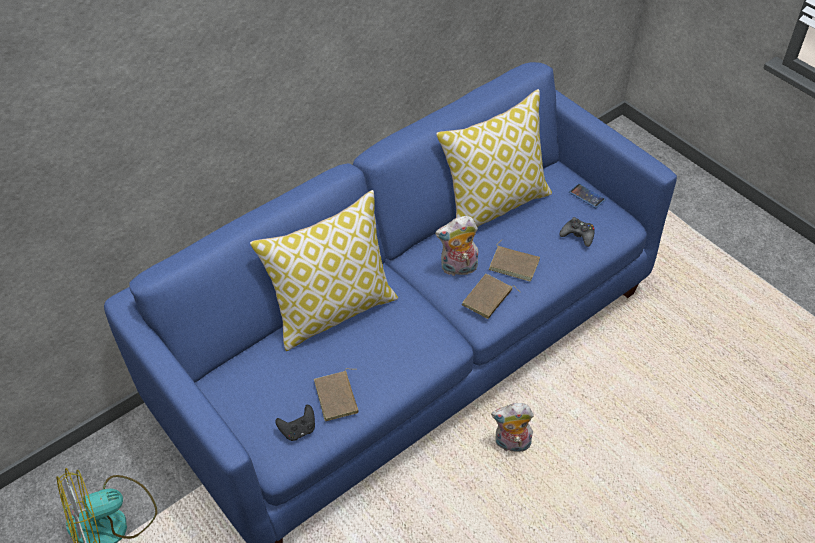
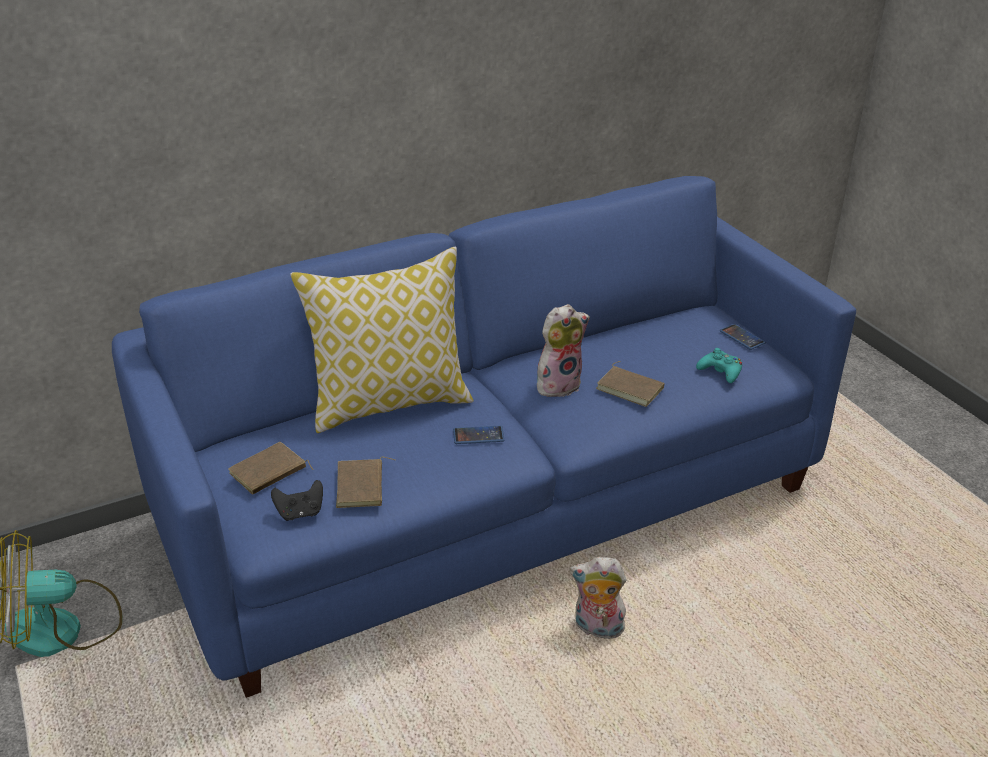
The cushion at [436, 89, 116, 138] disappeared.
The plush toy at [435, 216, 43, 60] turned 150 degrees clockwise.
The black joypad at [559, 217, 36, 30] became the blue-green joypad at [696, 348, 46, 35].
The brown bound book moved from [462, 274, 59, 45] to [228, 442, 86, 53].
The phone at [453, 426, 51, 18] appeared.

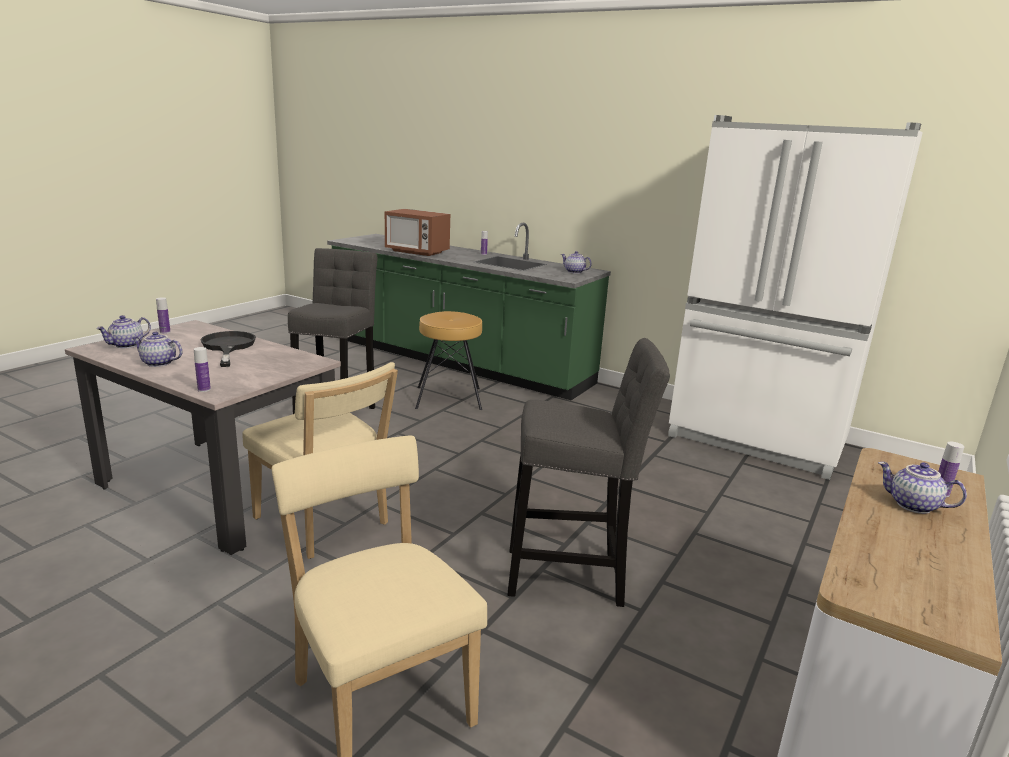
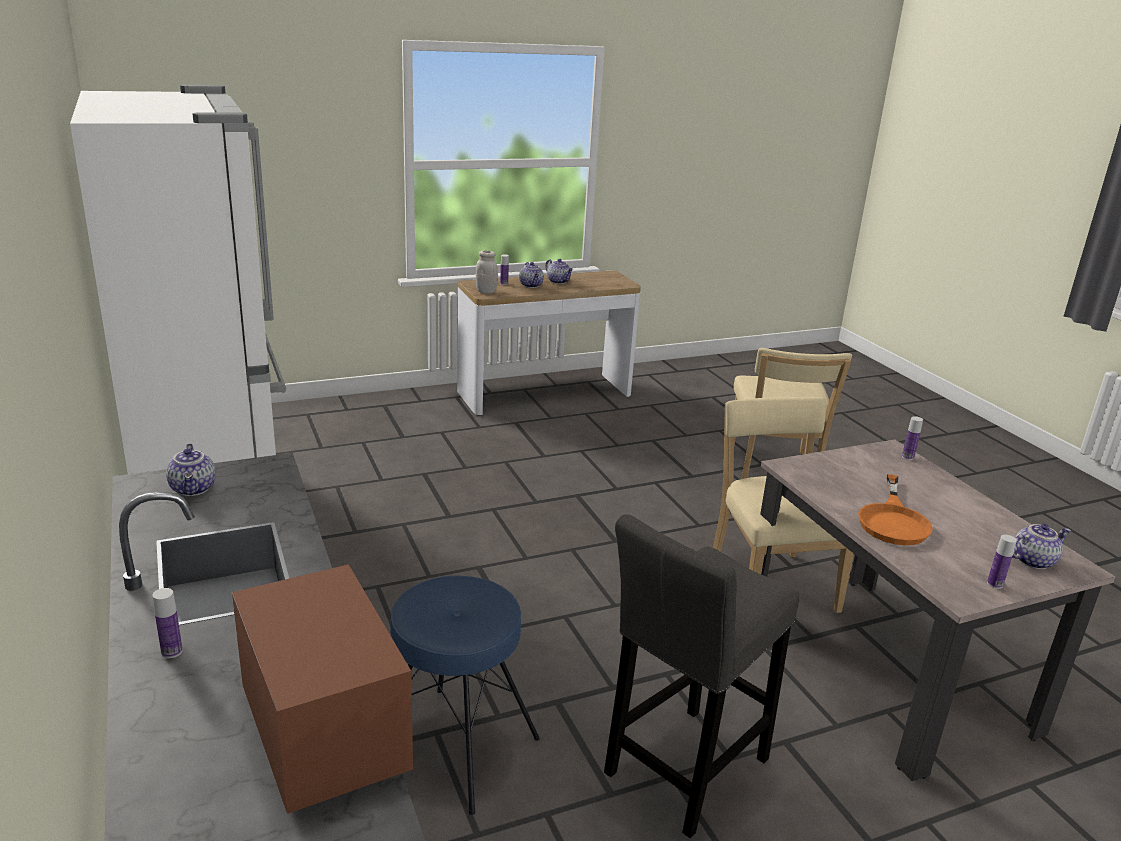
The brown stool at [415, 311, 67, 99] became the blue-coloured stool at [390, 576, 150, 239].
The tea pot moved from [131, 331, 51, 36] to [545, 259, 28, 25].
The black pan at [200, 331, 56, 36] became the orangey pan at [858, 474, 75, 71].
The greyish stool at [508, 338, 162, 269] disappeared.
The white preserve jar at [476, 250, 22, 44] appeared.

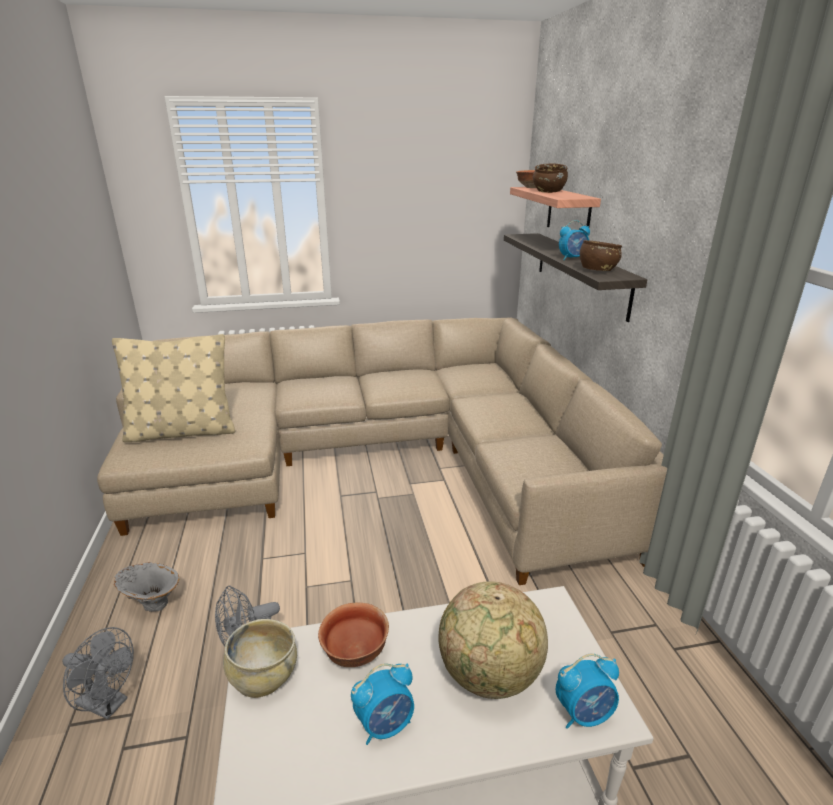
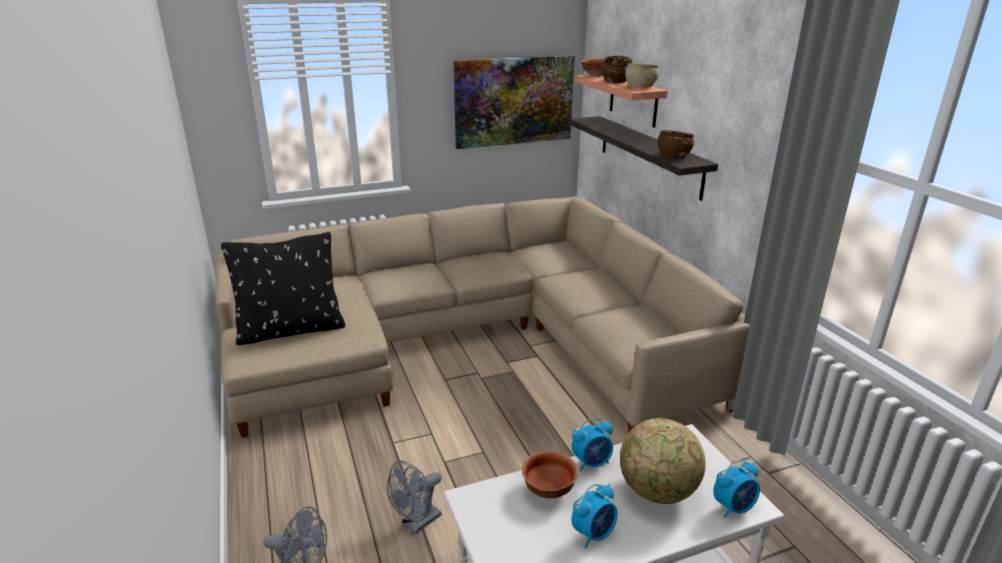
The table clock moved from [559, 220, 31, 40] to [572, 418, 41, 54].
The beige cushion at [112, 334, 123, 108] became the black cushion at [221, 232, 124, 113].
The greyish flower vase at [114, 562, 65, 50] disappeared.
The beige serving bowl moved from [223, 619, 74, 79] to [625, 63, 34, 24].
The wall picture at [453, 55, 122, 94] appeared.

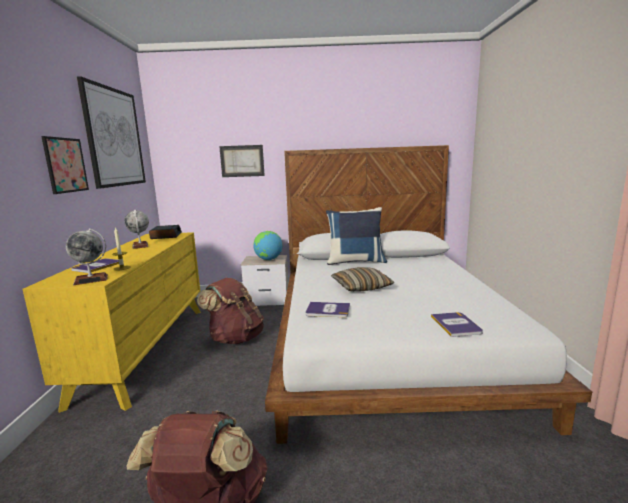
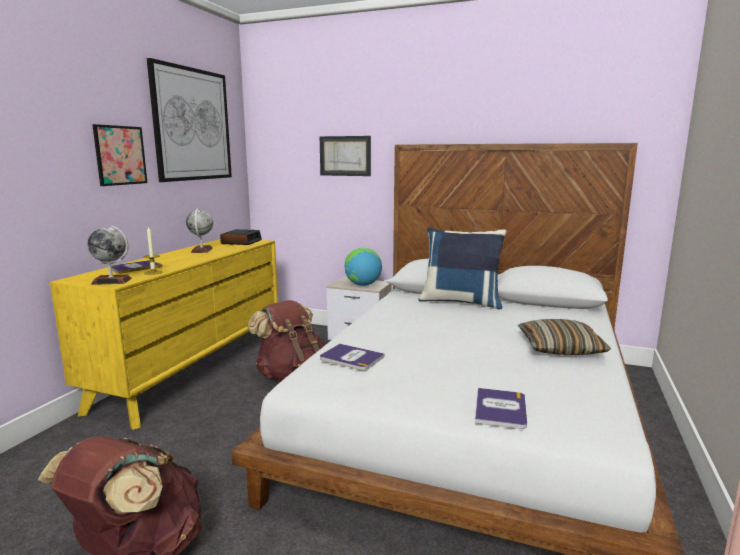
The cushion moved from [331, 267, 63, 25] to [518, 319, 93, 36].

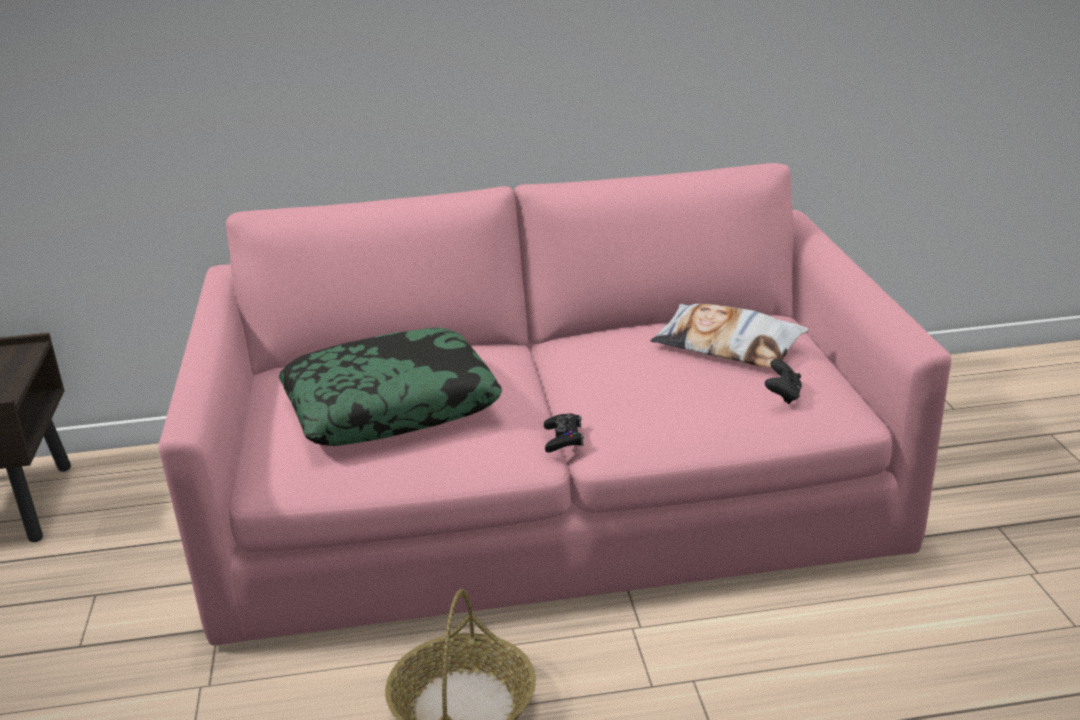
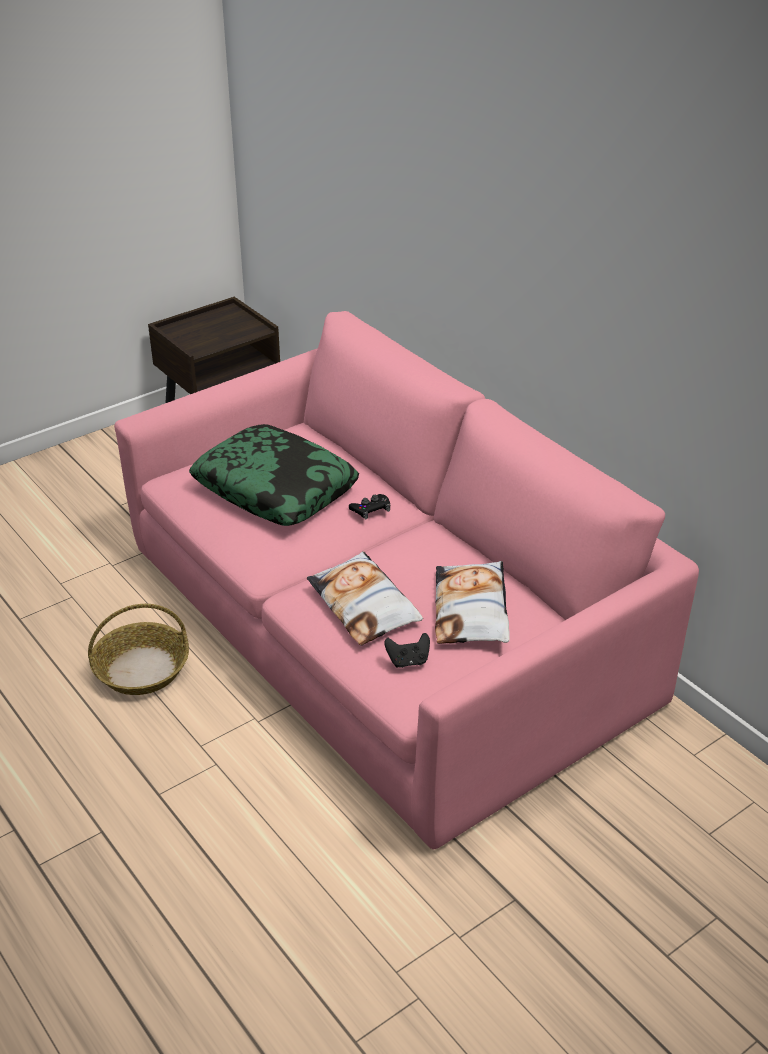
The black joypad moved from [544, 414, 40, 39] to [349, 494, 41, 25].
The cushion at [307, 551, 116, 95] appeared.

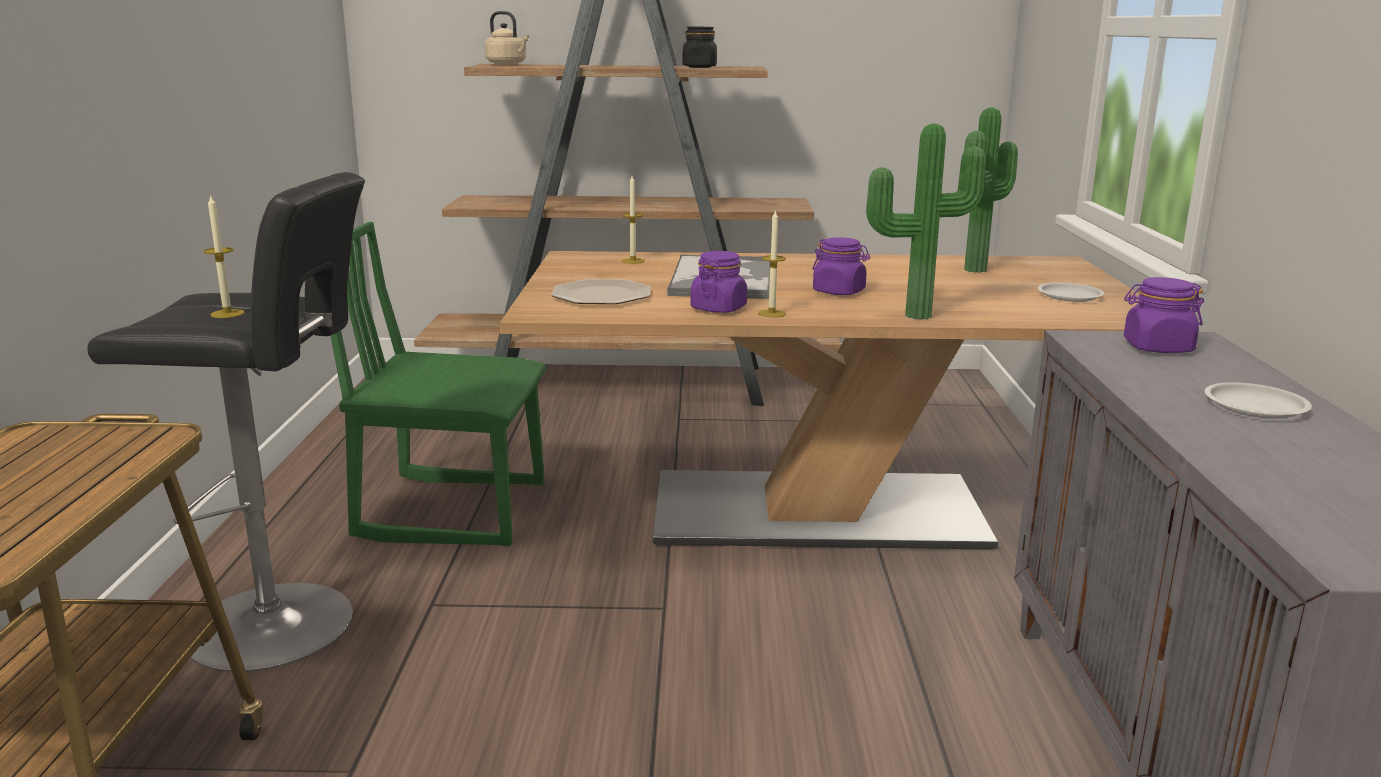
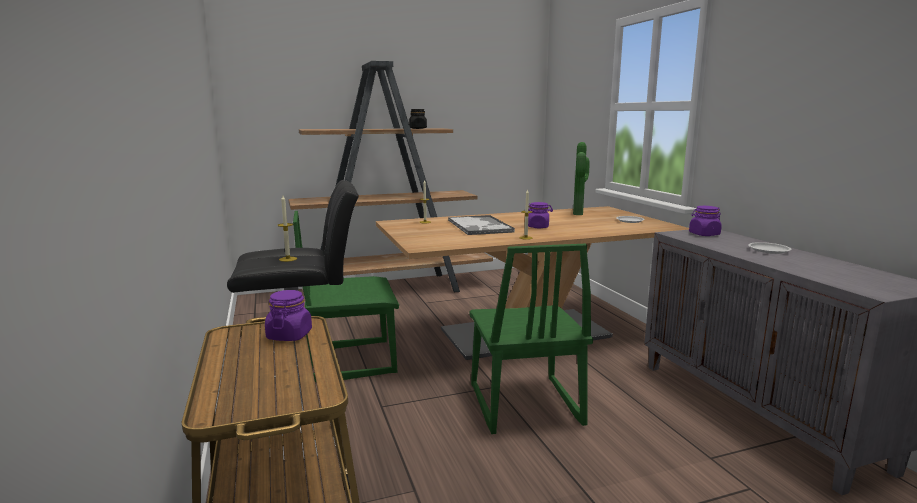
The beige tea kettle at [485, 11, 44, 54] disappeared.
The houseplant at [866, 124, 120, 196] disappeared.
The purple-coloured preserve jar moved from [691, 251, 56, 62] to [265, 290, 47, 51].
The flat dish at [551, 279, 100, 25] disappeared.
The green upright chair at [469, 244, 124, 190] appeared.

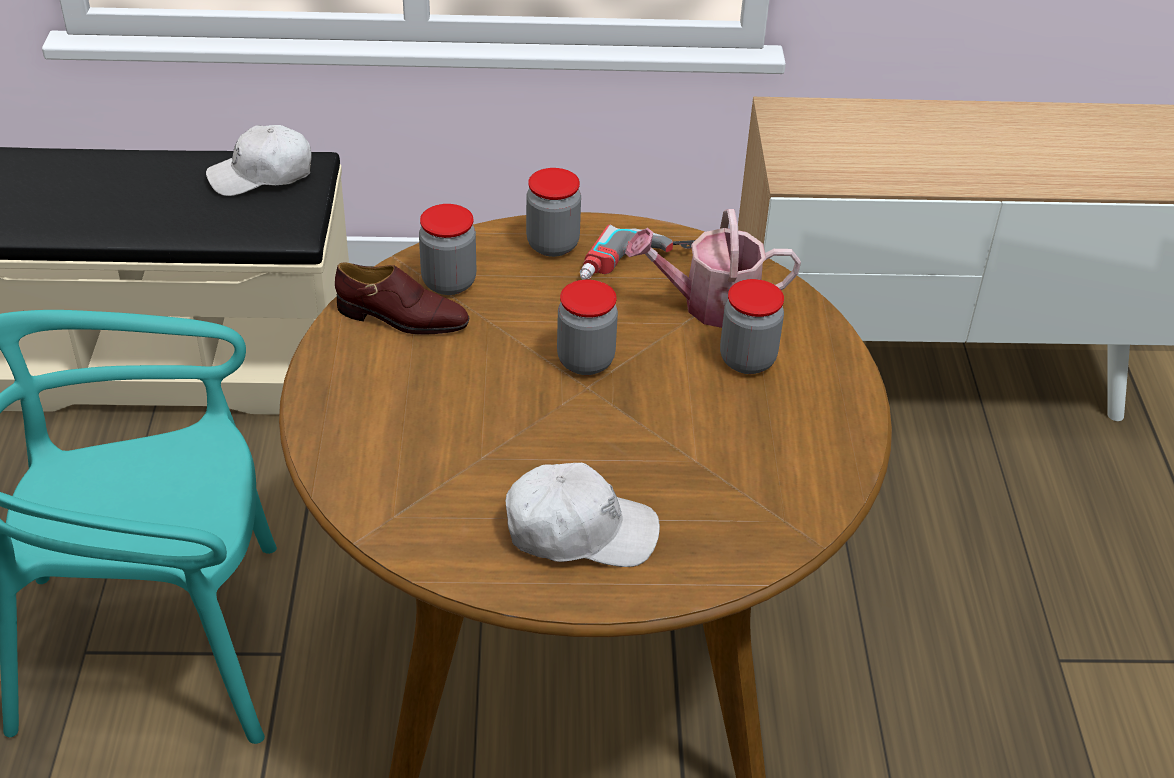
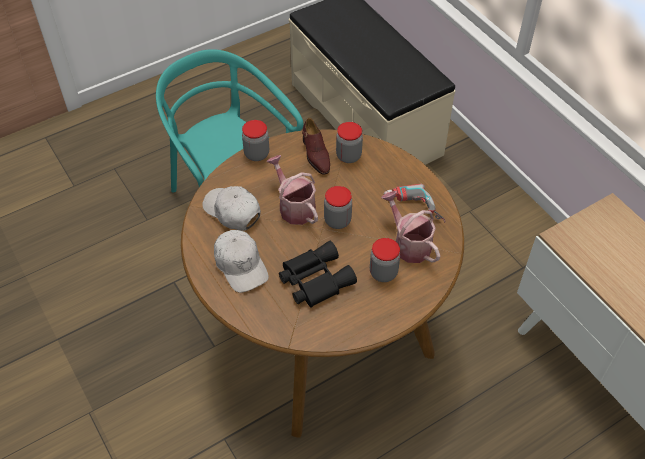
The white cap moved from [206, 125, 106, 71] to [202, 186, 59, 45].
The preserve jar moved from [526, 168, 55, 89] to [242, 120, 27, 41].
The watering pot at [267, 155, 51, 70] appeared.
The black binoculars at [279, 241, 78, 67] appeared.

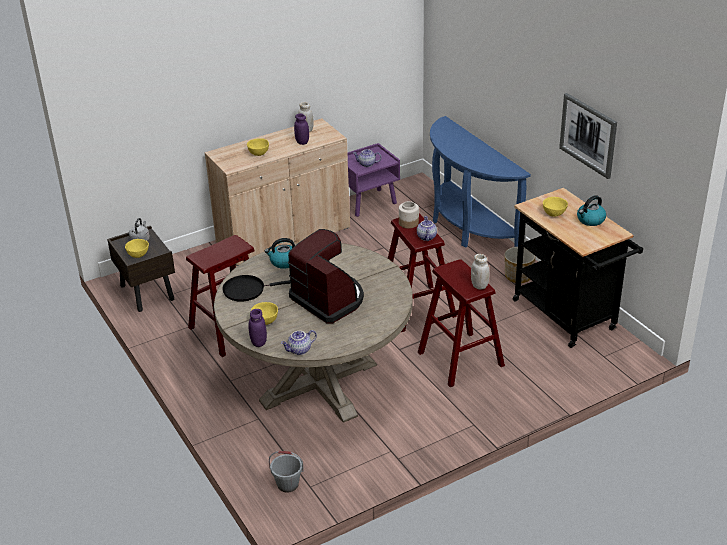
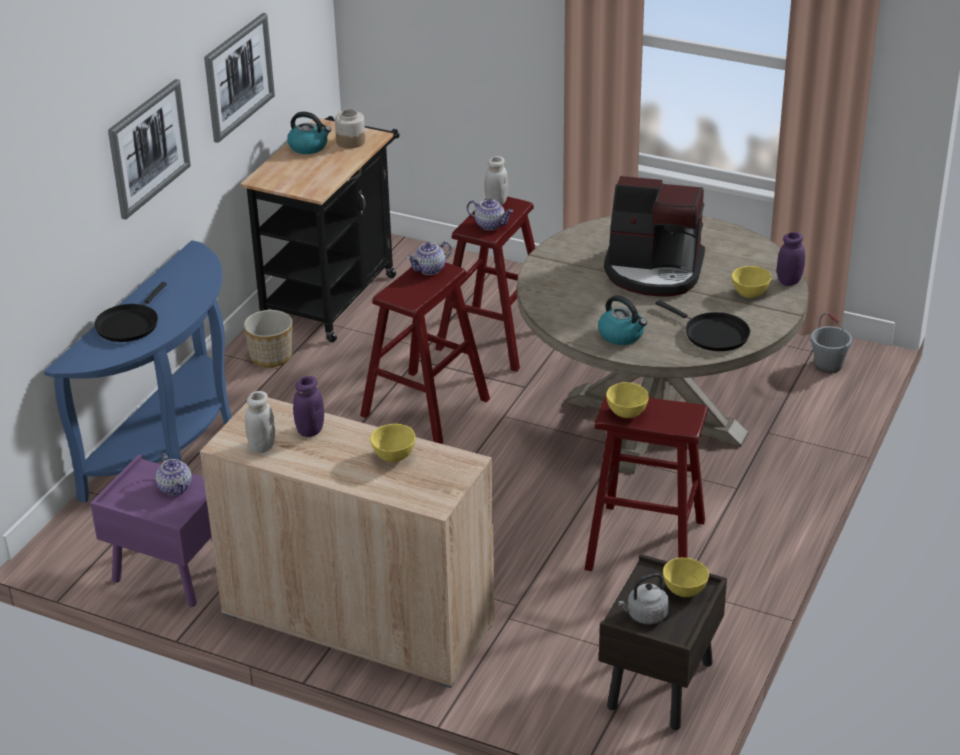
The yellow serving bowl moved from [543, 197, 25, 20] to [606, 382, 43, 36].
The preserve jar moved from [399, 201, 20, 27] to [335, 109, 30, 39].
The coffee brewer at [288, 229, 76, 95] turned 90 degrees counterclockwise.
The tea pot moved from [281, 330, 36, 25] to [467, 199, 46, 31].
The wall picture at [108, 79, 83, 141] appeared.
The black pan at [94, 282, 73, 60] appeared.

